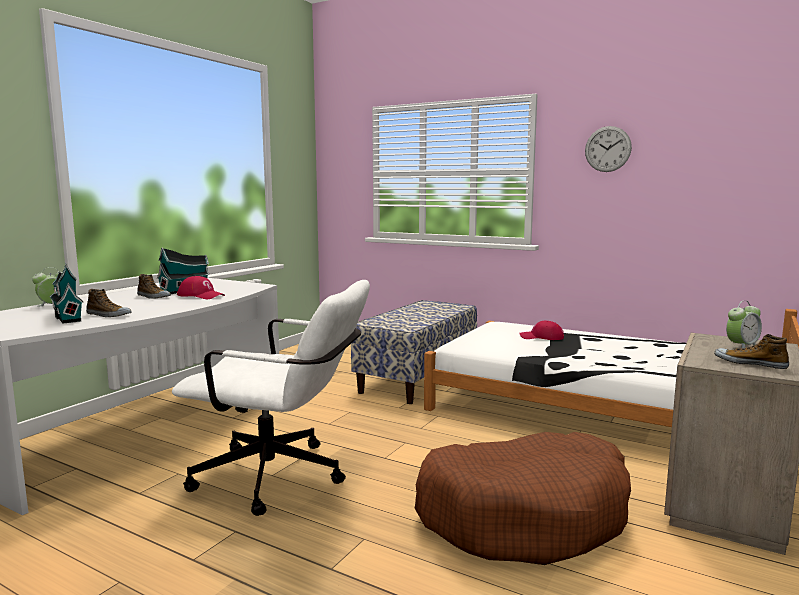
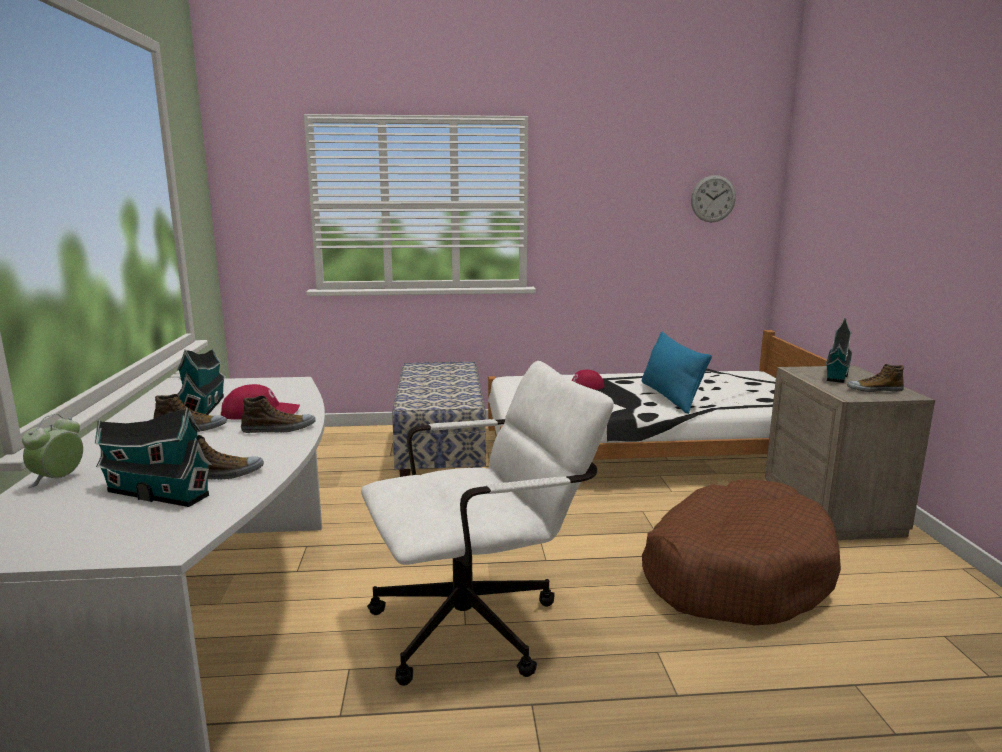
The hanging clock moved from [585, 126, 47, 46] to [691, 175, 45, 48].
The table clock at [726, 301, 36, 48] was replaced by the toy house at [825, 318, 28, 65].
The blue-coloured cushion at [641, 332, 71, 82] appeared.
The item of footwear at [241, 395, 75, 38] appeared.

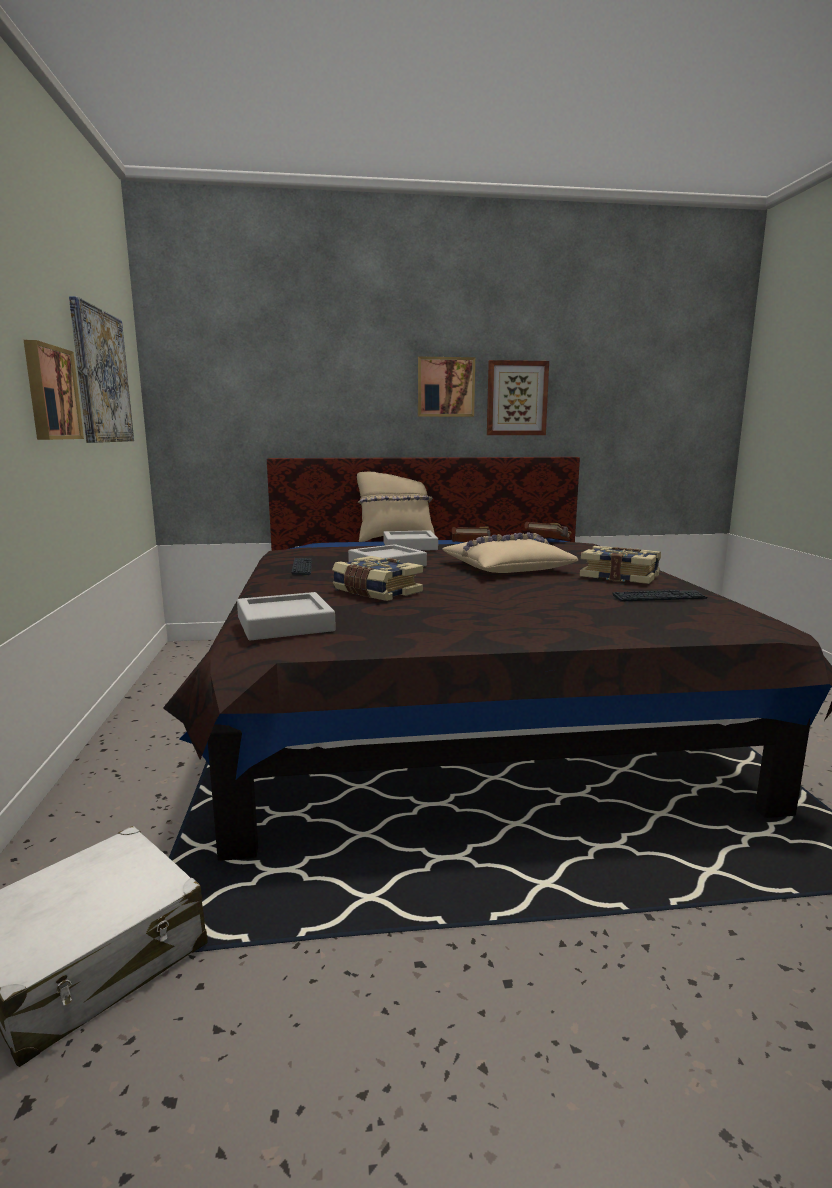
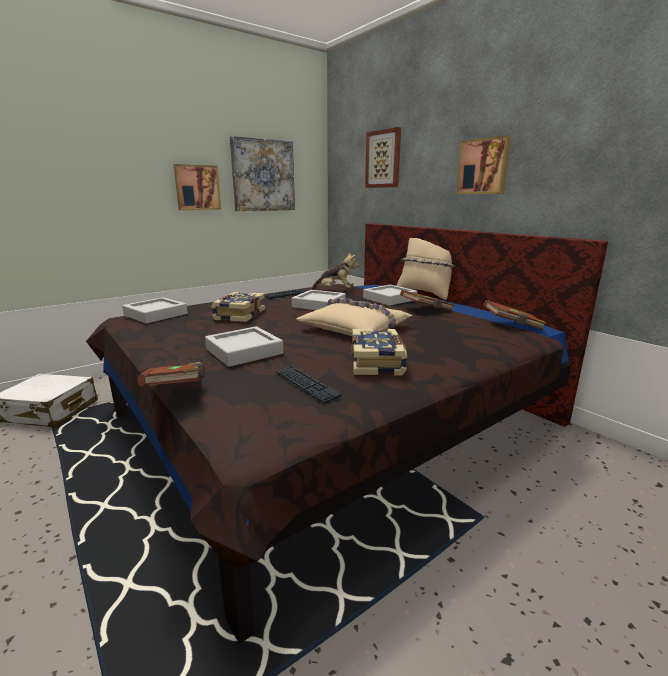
The wall picture moved from [487, 360, 62, 75] to [365, 127, 36, 61].
The plush toy at [309, 253, 50, 37] appeared.
The greyish tray at [205, 326, 79, 41] appeared.
The brown bound book at [137, 362, 68, 24] appeared.

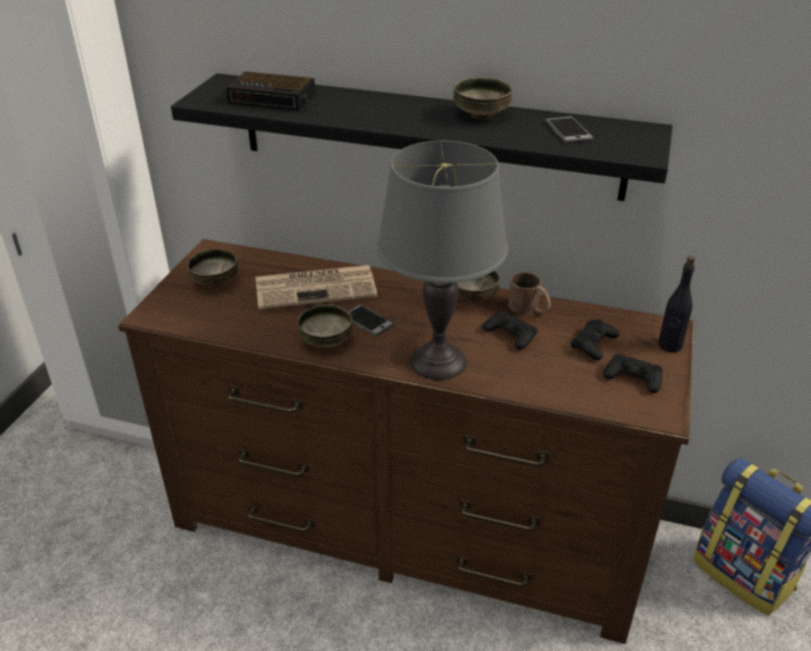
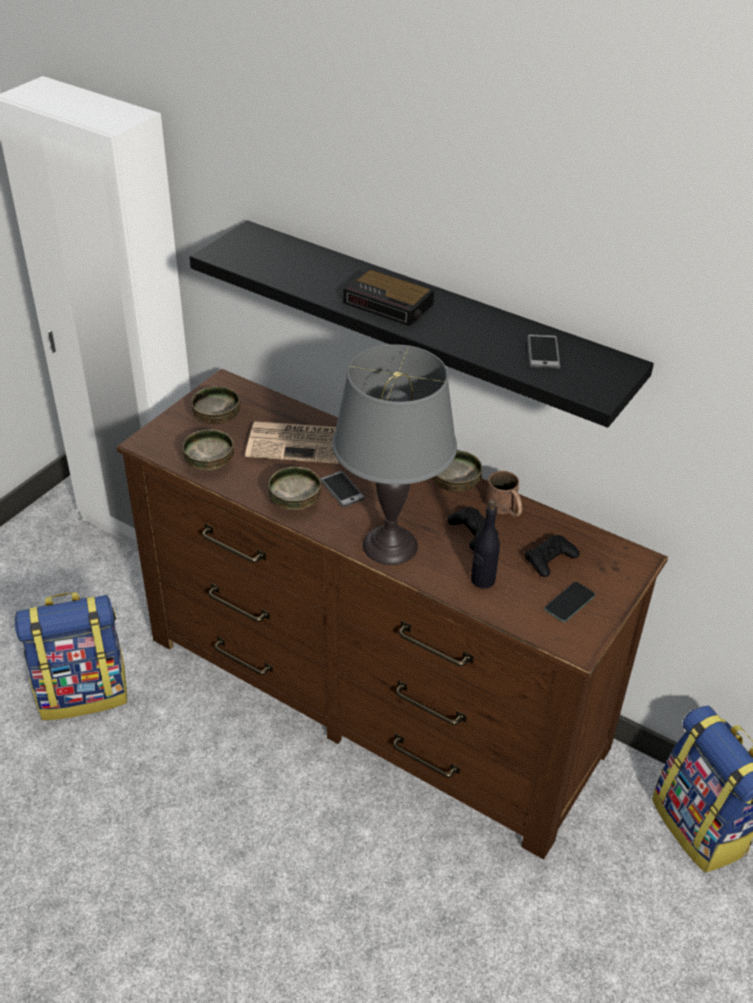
The table clock moved from [226, 72, 90, 39] to [343, 269, 91, 57].
The serving bowl moved from [453, 77, 59, 42] to [183, 429, 51, 41].
The black drink bottle moved from [658, 256, 37, 97] to [471, 499, 29, 90].
The black joypad at [603, 354, 60, 39] was replaced by the phone at [544, 582, 51, 40].
The rucksack at [15, 592, 112, 128] appeared.

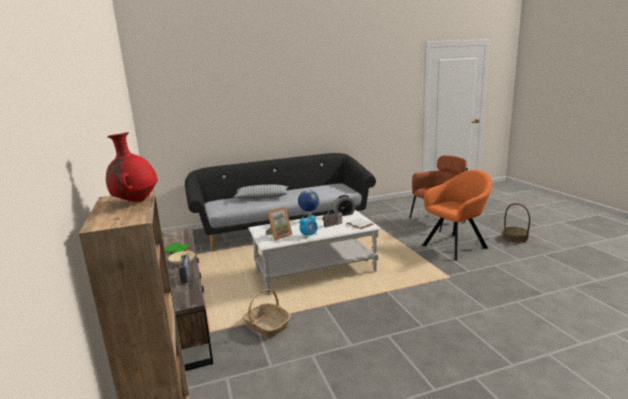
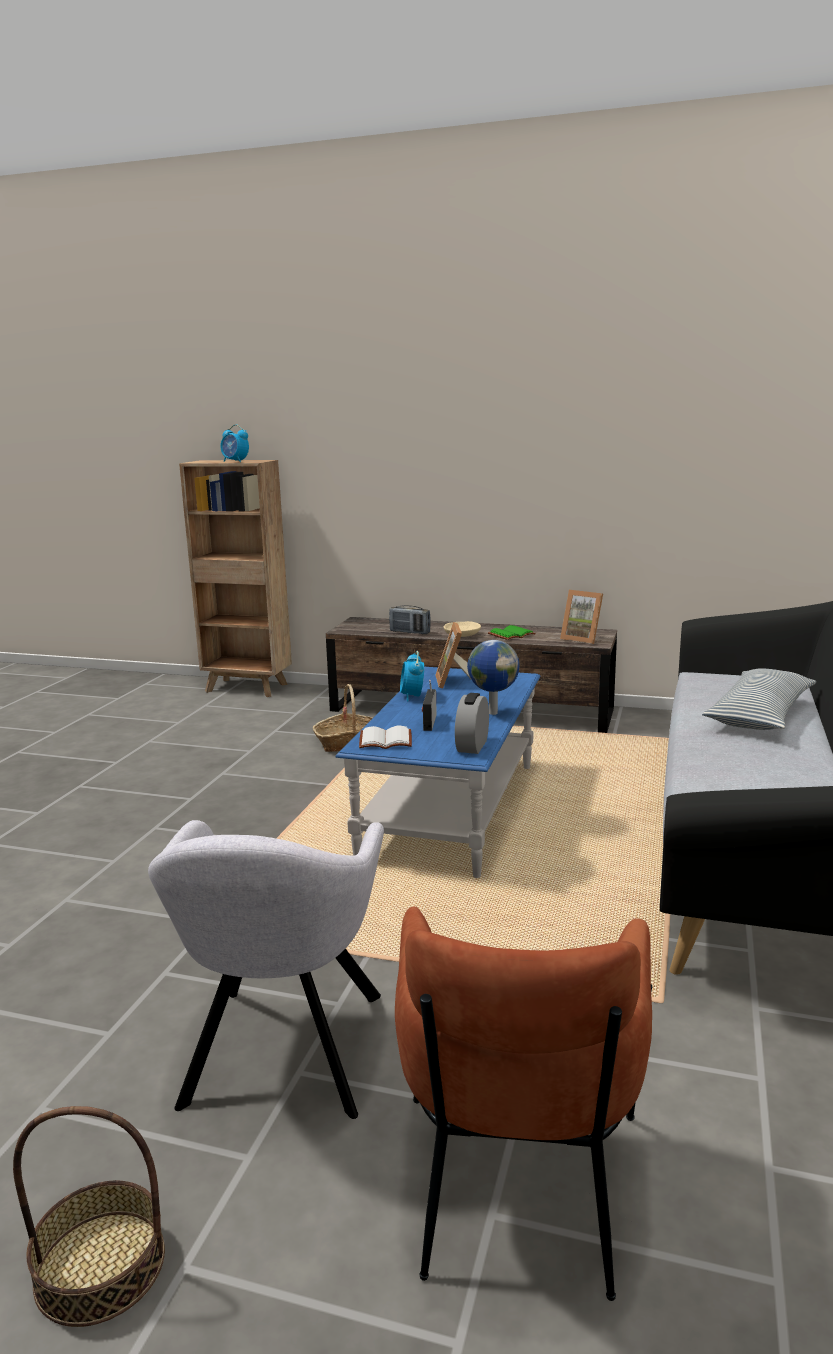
The red-coloured flower vase at [106, 132, 52, 70] was replaced by the table clock at [220, 424, 29, 38].
The orangey easy chair at [422, 170, 70, 90] became the greyish easy chair at [148, 820, 236, 299].
The white low table at [248, 210, 134, 84] became the blue-coloured low table at [335, 667, 206, 211].
The photo frame at [560, 590, 43, 54] appeared.

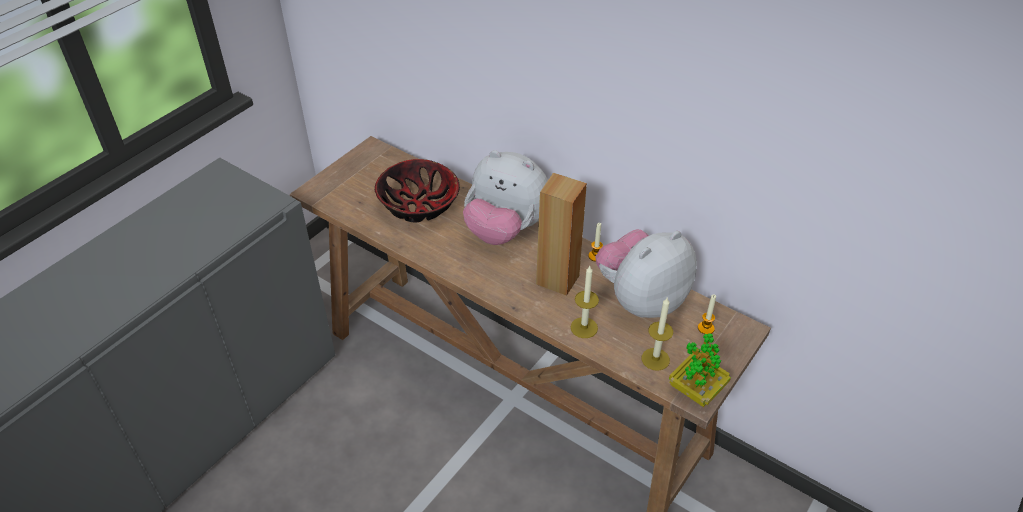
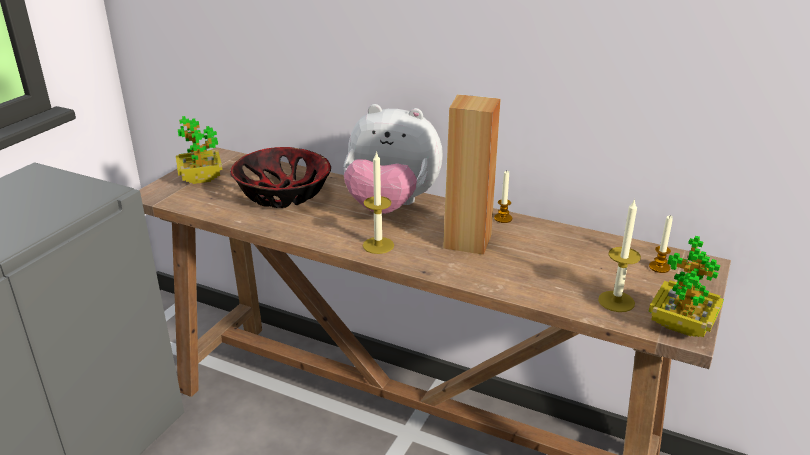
The plush toy at [595, 229, 102, 89] disappeared.
The wax light moved from [571, 266, 28, 72] to [363, 151, 31, 103].
The houseplant at [176, 116, 47, 68] appeared.

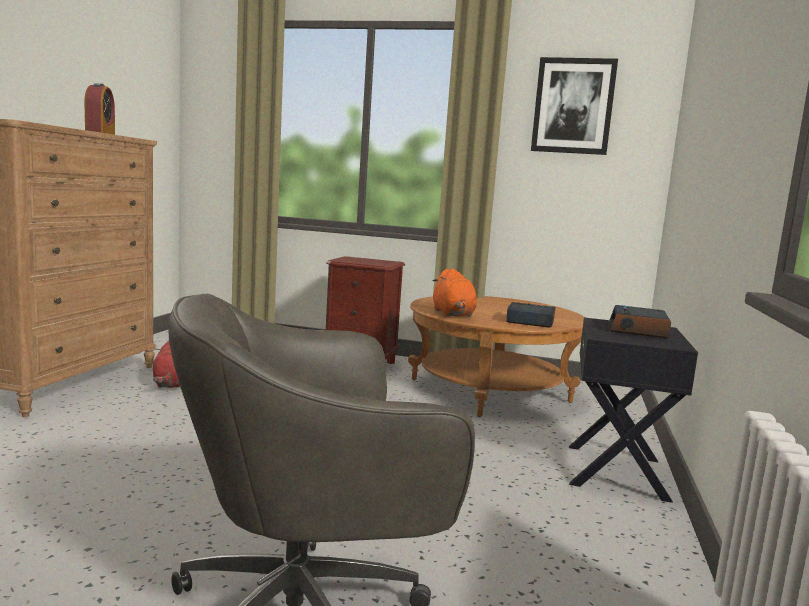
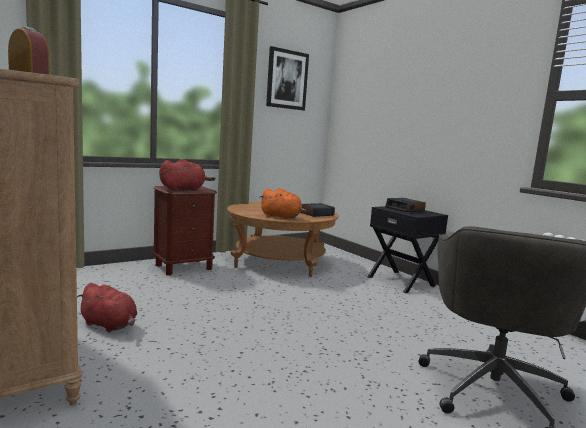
The red-coloured plush toy at [159, 159, 56, 32] appeared.

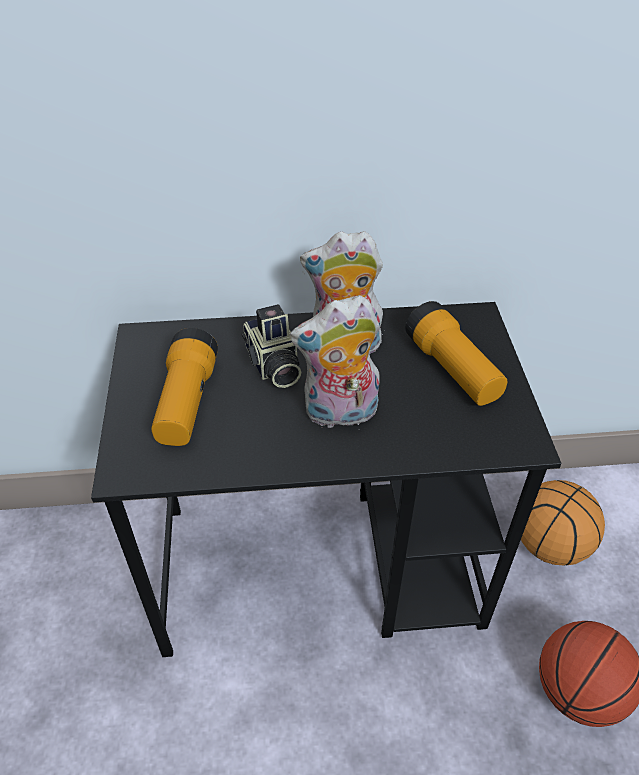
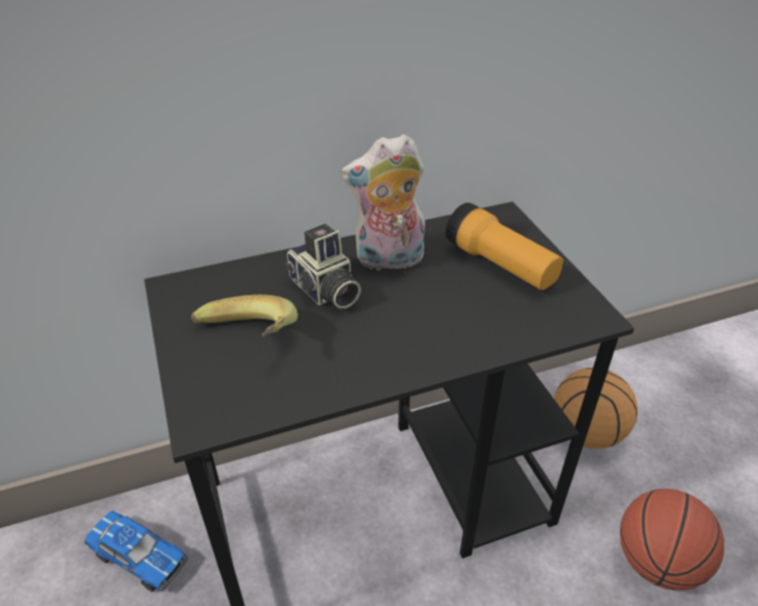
The plush toy at [290, 295, 90, 135] disappeared.
The hand torch at [151, 328, 67, 118] was replaced by the banana at [191, 295, 107, 42].
The miniature car at [84, 511, 105, 81] appeared.

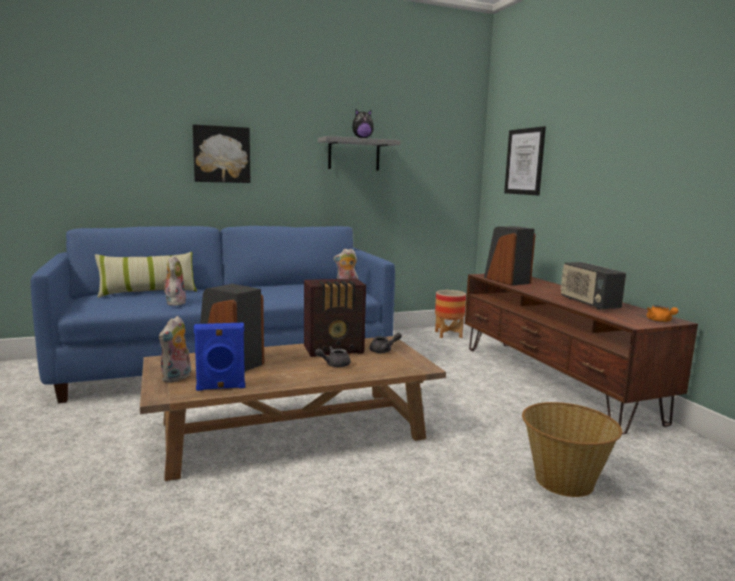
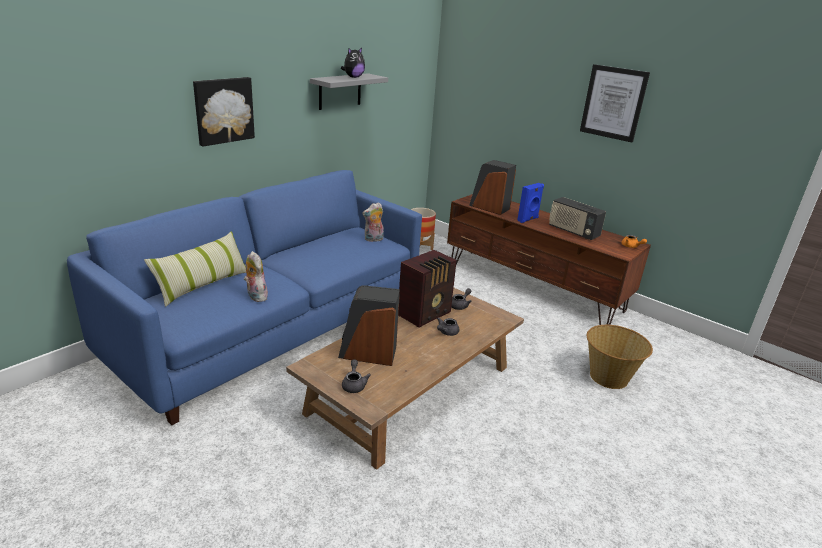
The wall picture moved from [504, 126, 42, 69] to [580, 64, 70, 79].
The plush toy at [159, 316, 32, 67] was replaced by the greyish tea pot at [342, 359, 29, 34].
The blue-coloured loudspeaker moved from [194, 323, 51, 68] to [517, 183, 27, 40].

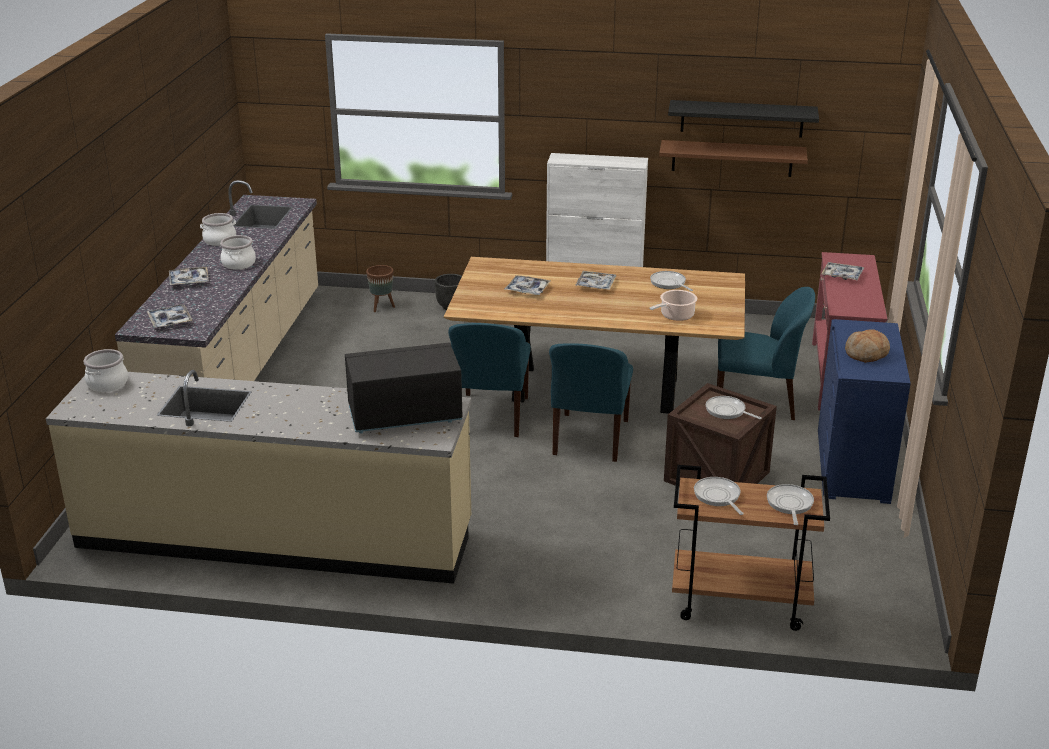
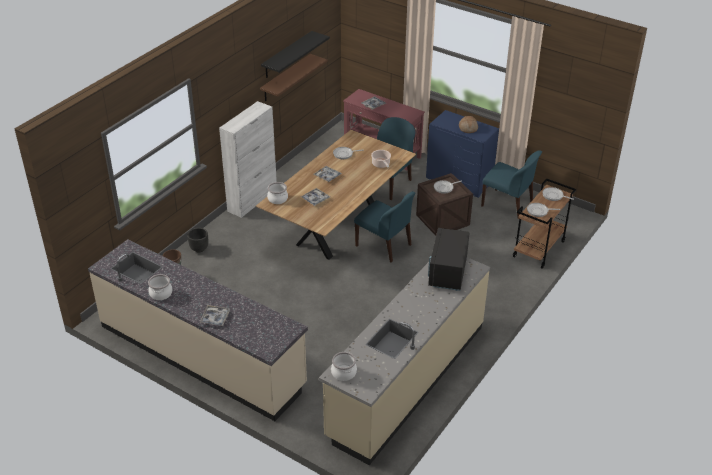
The cooking pot moved from [220, 235, 36, 35] to [267, 182, 21, 22].
The tray at [147, 304, 45, 24] disappeared.
The blue-coloured upright chair moved from [448, 323, 83, 114] to [481, 150, 61, 69].

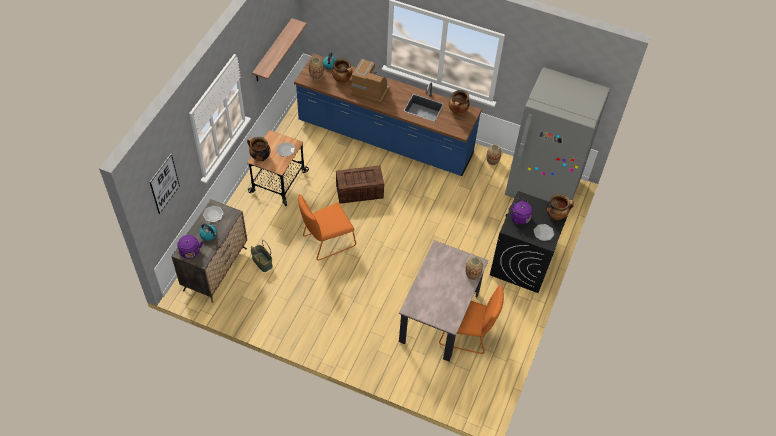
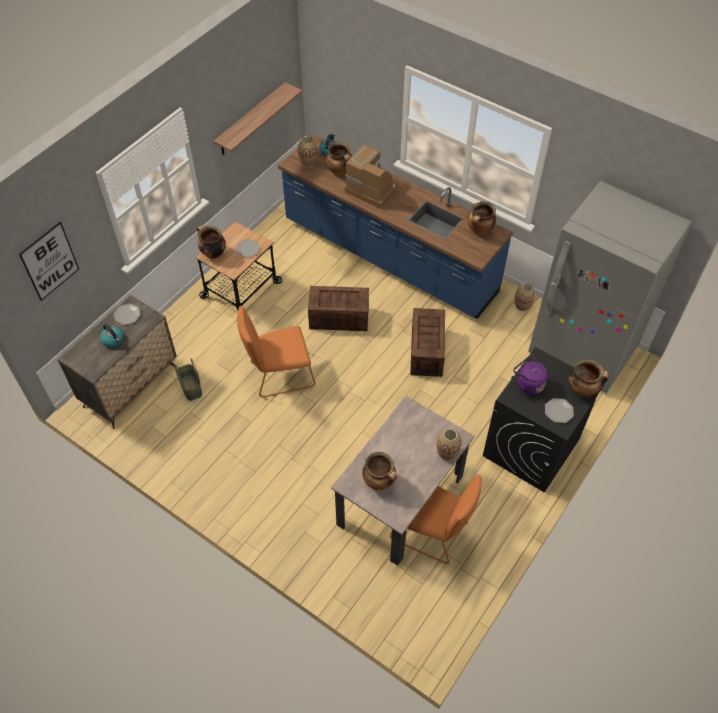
The purple-coloured tea kettle at [177, 235, 26, 24] disappeared.
The crate at [410, 308, 35, 69] appeared.
The cooking pot at [362, 452, 35, 38] appeared.

